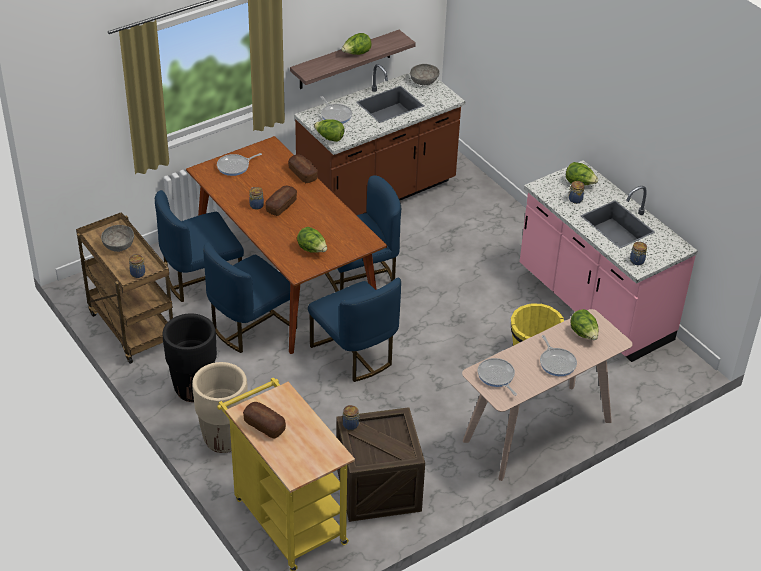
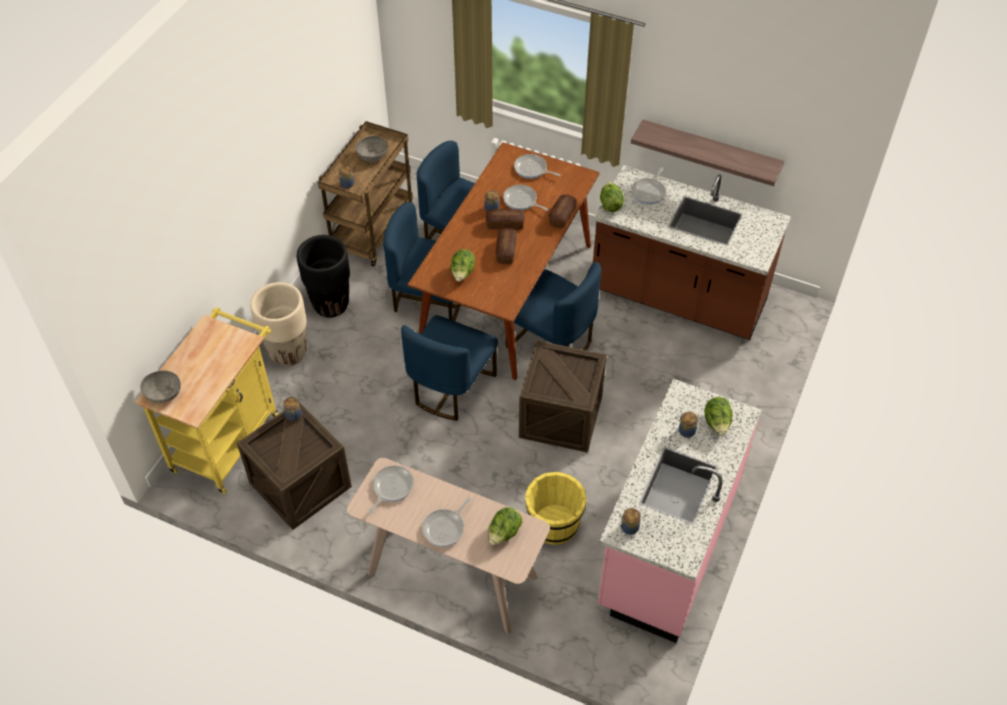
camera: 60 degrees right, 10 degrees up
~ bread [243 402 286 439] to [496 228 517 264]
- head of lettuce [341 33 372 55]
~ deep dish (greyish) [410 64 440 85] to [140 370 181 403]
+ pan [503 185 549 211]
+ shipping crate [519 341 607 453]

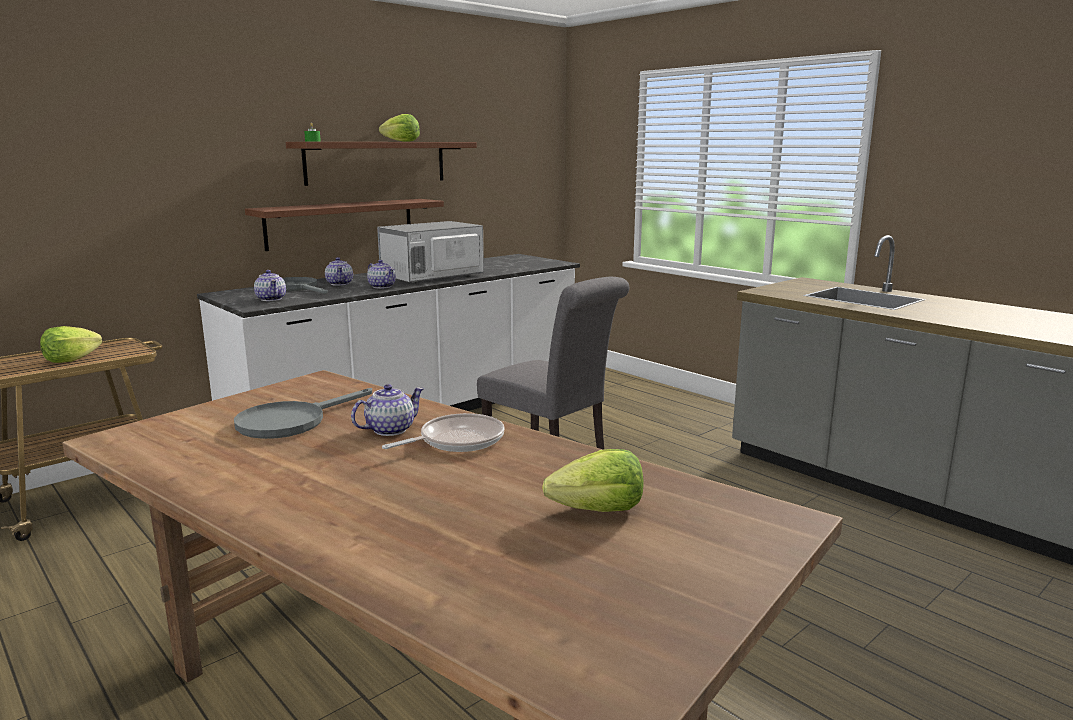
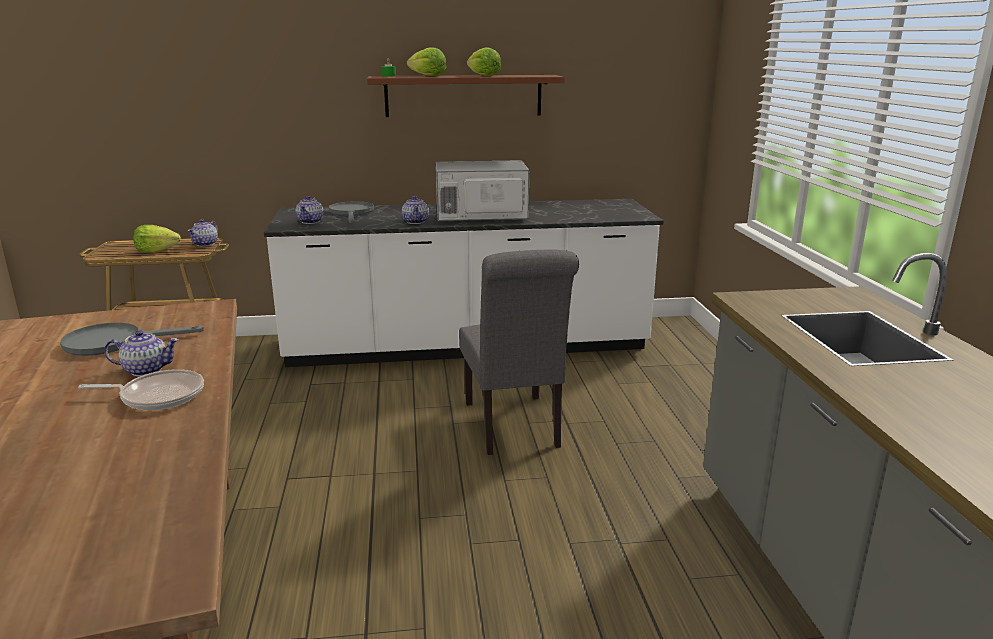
camera: 35 degrees right, 5 degrees up
- bracket shelf (brownish) [245 199 444 251]
~ pot for tea [325 257 353 286] to [187 219 218 246]
~ head of lettuce [542 449 643 512] to [407 48 446 76]

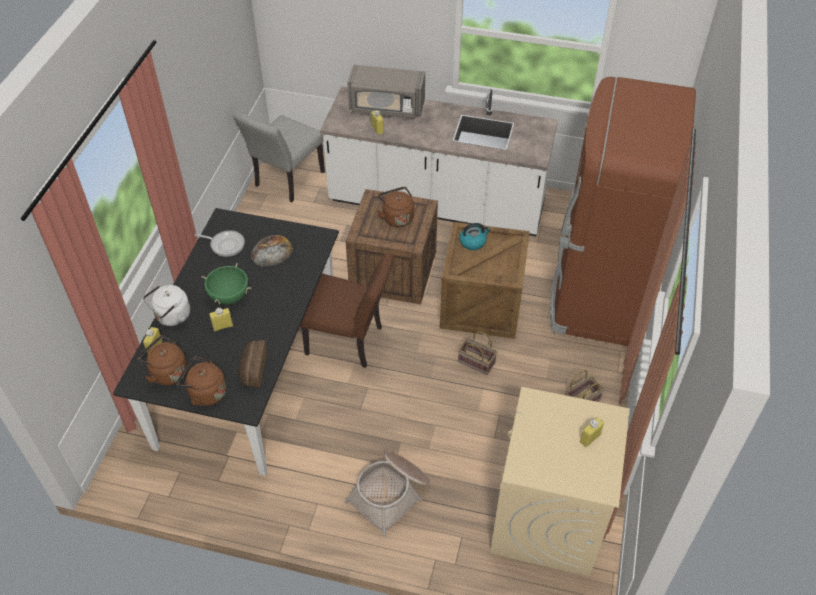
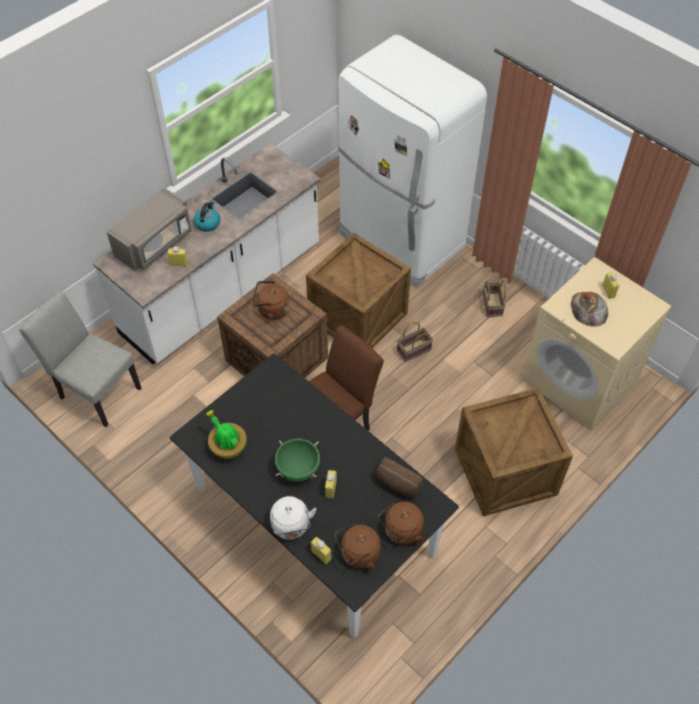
camera: 60 degrees left, 5 degrees up
~ pan [195 230 245 257] to plant in a pot [206 410 247 459]
~ chair (greyish) [233 112 325 202] = [19 290 141 427] 150 degrees clockwise
~ bread [251 235 293 266] to [571 292 608 327]
~ household basket [345 452 430 537] to shipping crate [455 387 573 517]
~ water kettle [459 223 491 250] to [194 201 220 232]
~ refrigerator (brownish) [550 77 696 346] to refrigerator (white-coloured) [337 35 487 287]

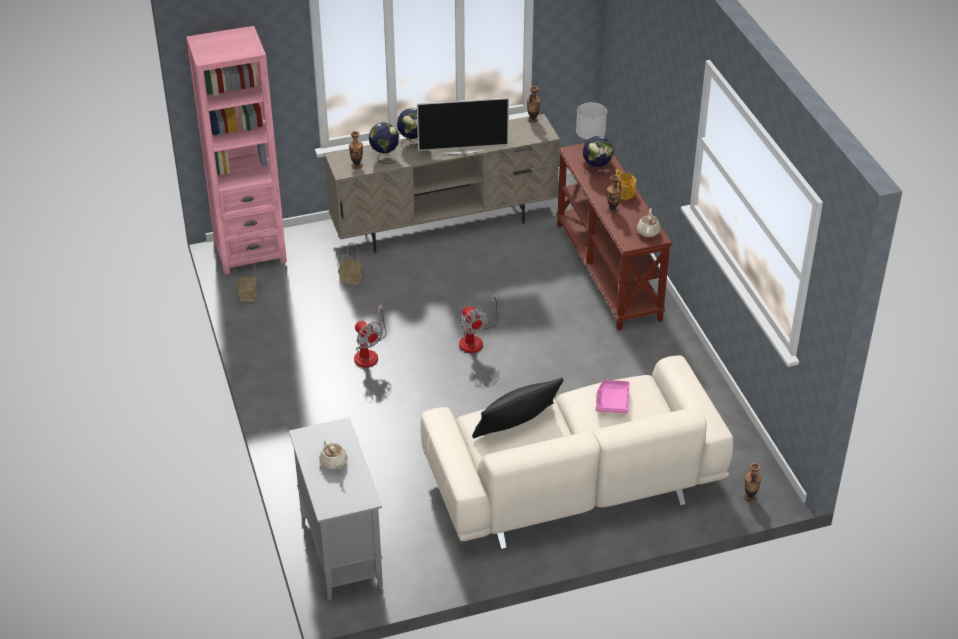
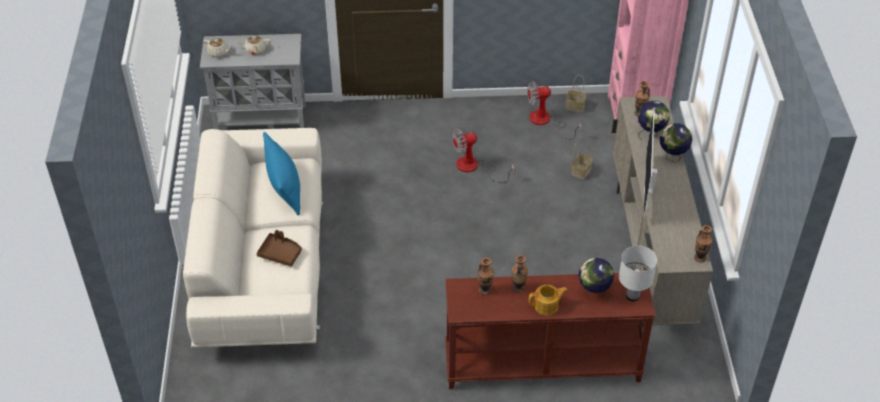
camera: 105 degrees right, 5 degrees up
~ cooling fan [459 293 498 353] to [527 81 581 140]
~ throw pillow (blackish) [472 378 563 438] to throw pillow (blue-coloured) [263 132 300 215]
~ serving tray (pink-coloured) [596 380 630 414] to serving tray (brownish) [256 230 302 266]
~ pot for tea (beige-coloured) [637 208 661 237] to [203 38 232 58]
~ vase [744 463 761 502] to [478 258 494 295]

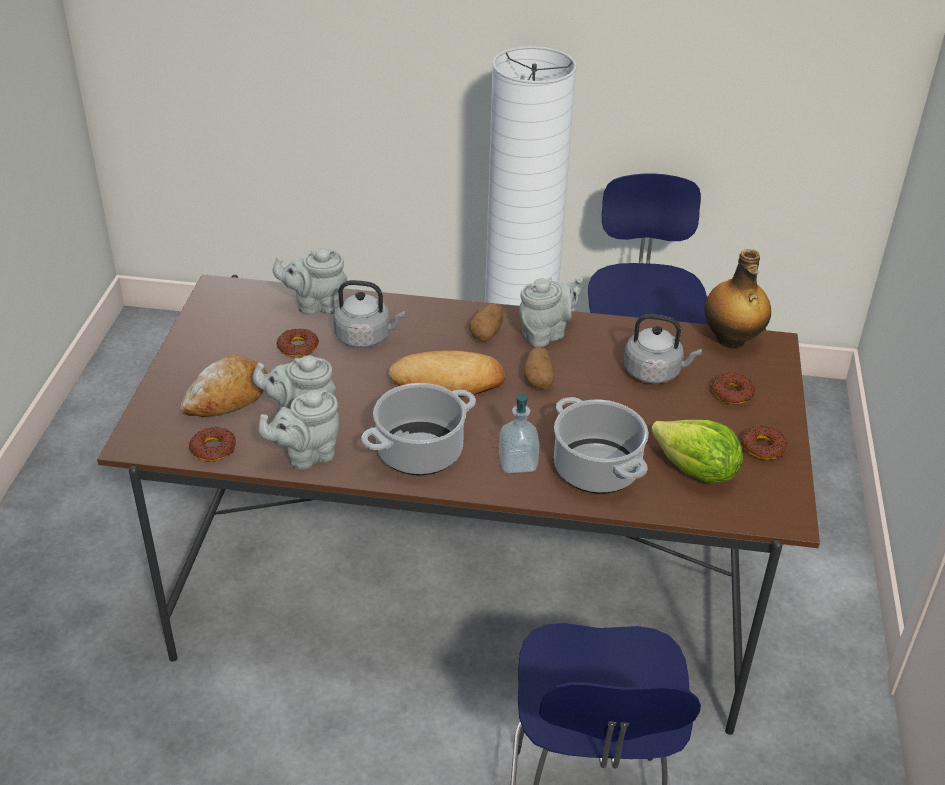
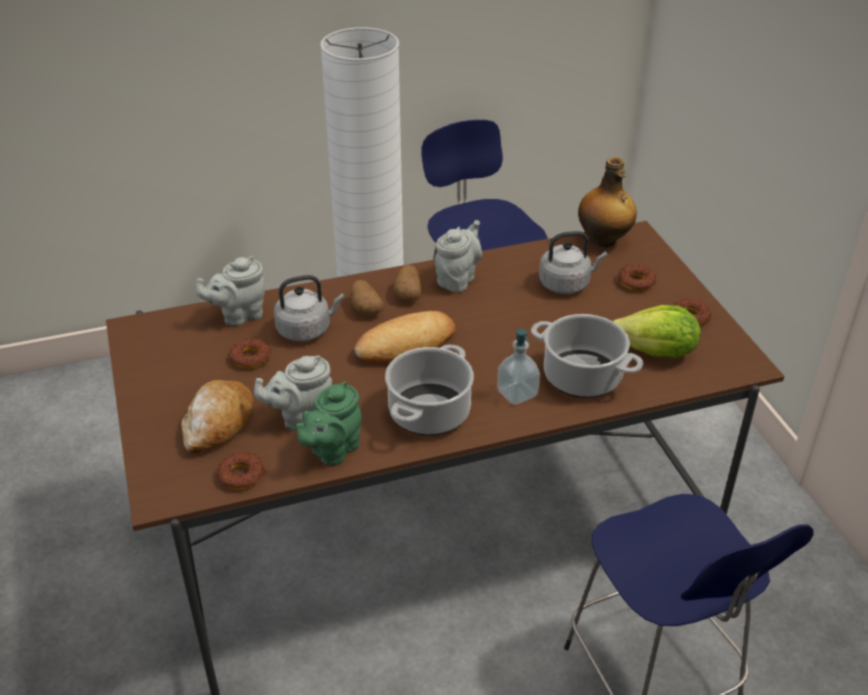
camera: 25 degrees left, 0 degrees up
~ pot for tea (greyish) [259 390 339 469] to pot for tea (green-coloured) [296 381 362 466]
~ potato [524 347 554 389] to [351 280 384 315]

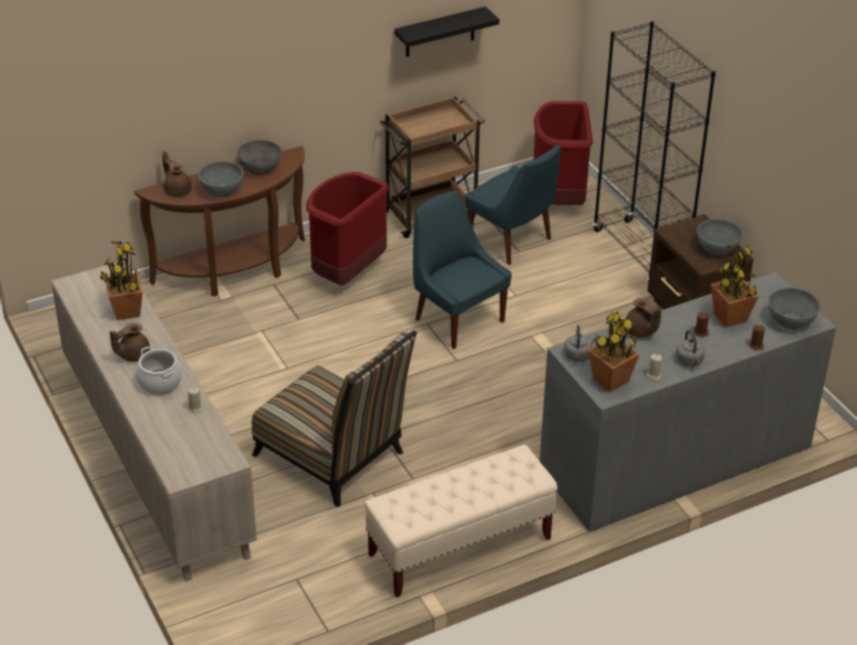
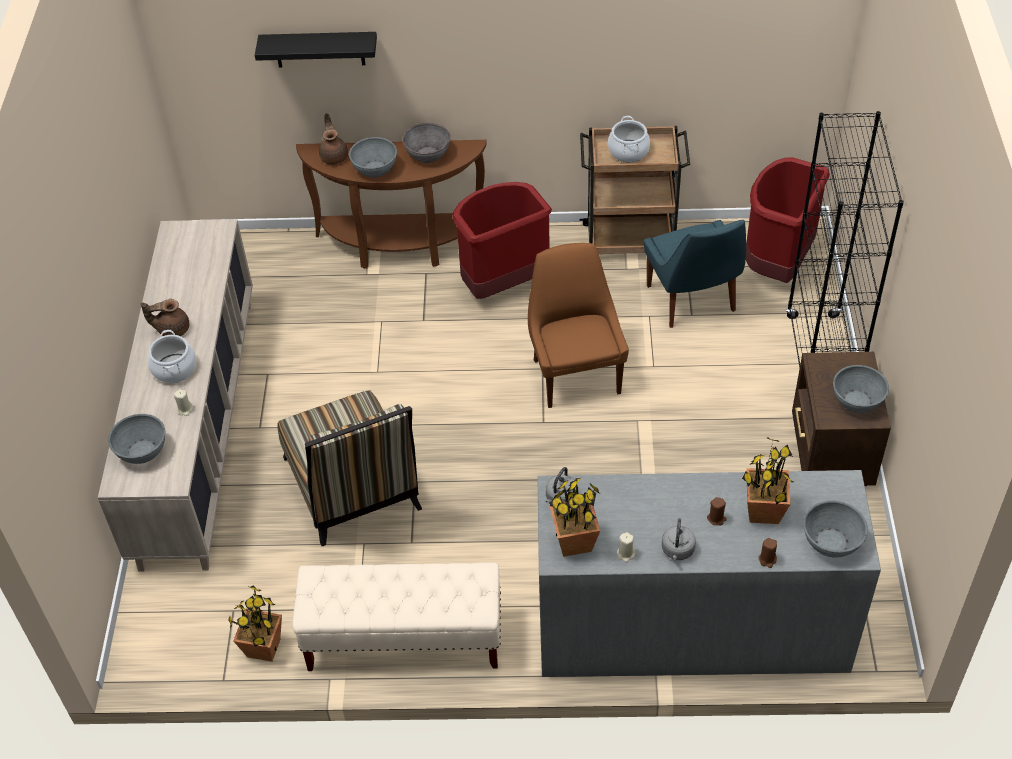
camera: 30 degrees right, 10 degrees up
~ plant in a pot [100 241 143 320] to [228 586 282 662]
~ bracket shelf (blackish) [394 7 499 57] to [255 32 377 67]
~ chair (blue-coloured) [413 191 512 349] to chair (brownish) [528 243 629 408]
- pot for tea (brownish) [625 298 662 337]
+ deep dish (greyish) [108 414 165 464]
+ saucepot [608 116 650 162]

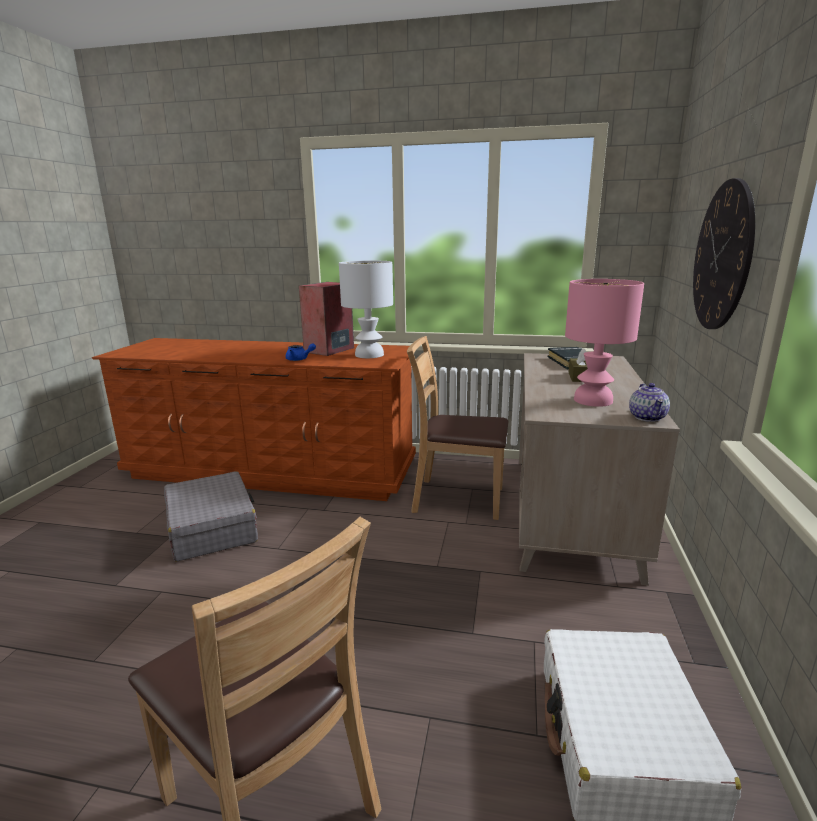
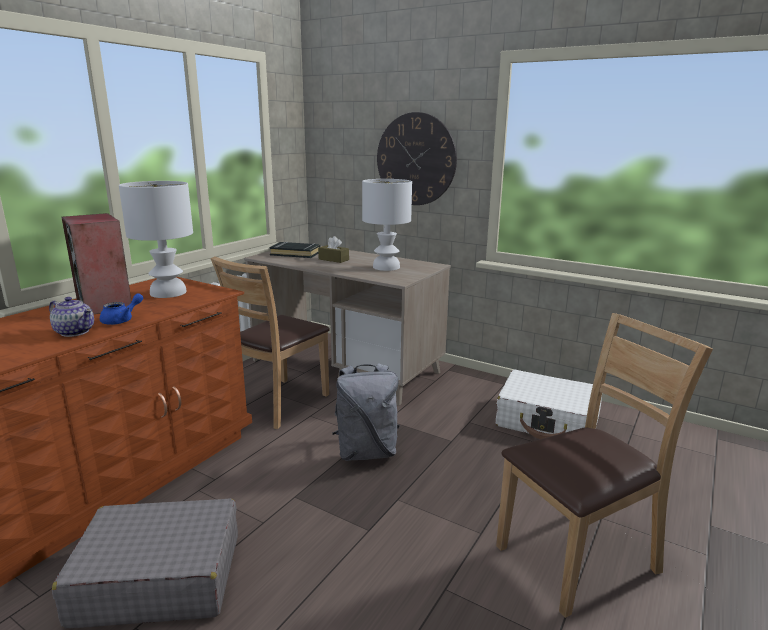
camera: 70 degrees left, 0 degrees up
~ lamp for a table (pink-coloured) [565 279 644 407] to lamp for a table (white-coloured) [362 179 412 271]
~ pot for tea [629 383 670 422] to [49 297 94 337]
+ rucksack (greyish) [333 363 400 461]

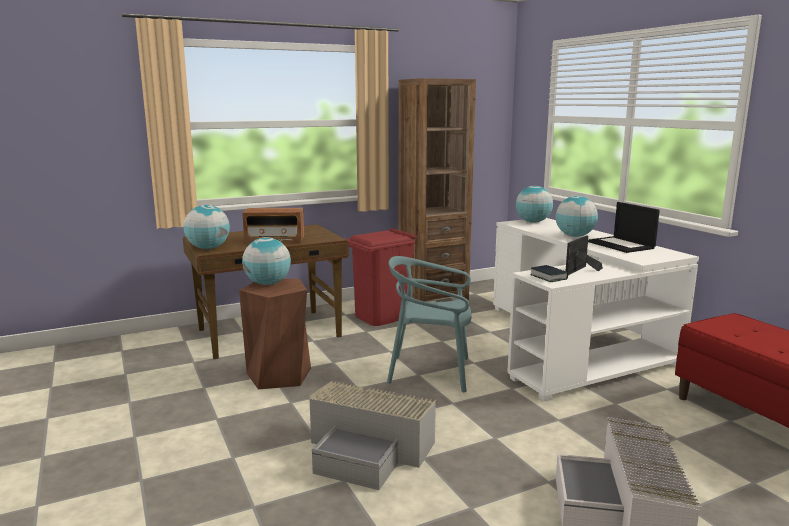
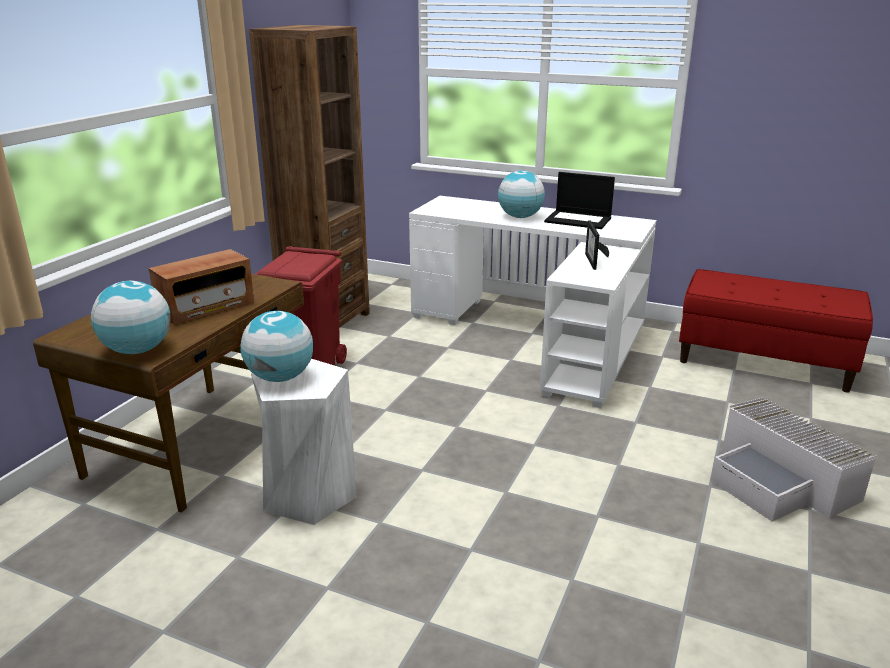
camera: 40 degrees left, 10 degrees up
~ stool seat (brownish) [239 279 311 389] to stool seat (white-coloured) [251 359 357 525]
- storage bin (greyish) [309 381 436 490]
- chair (turquoise-coloured) [387 256 471 392]
- desk globe [516 186 553 223]
- book [530 265 568 282]

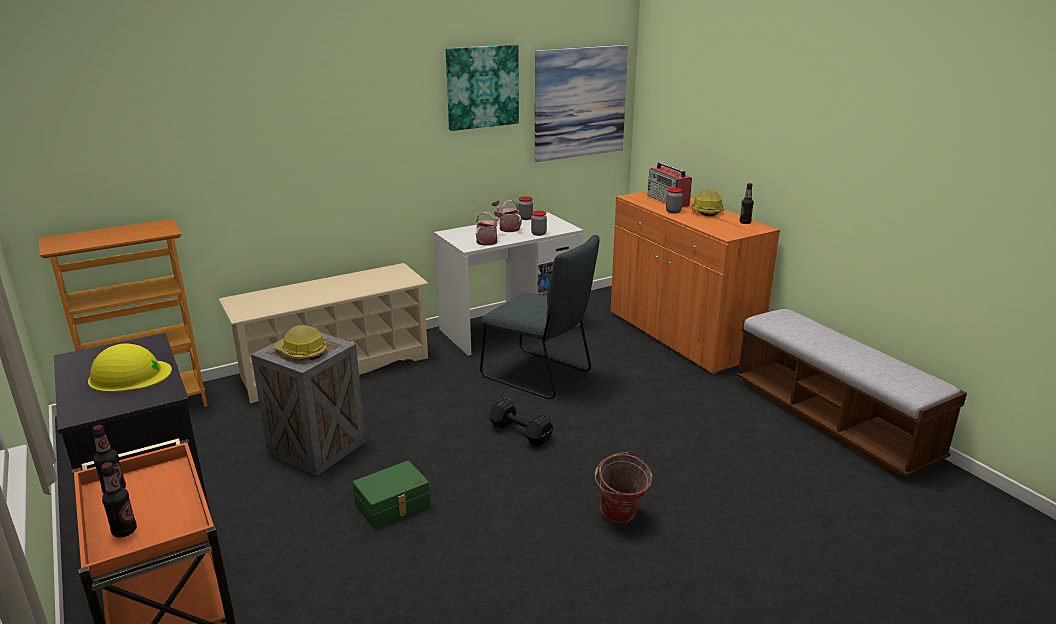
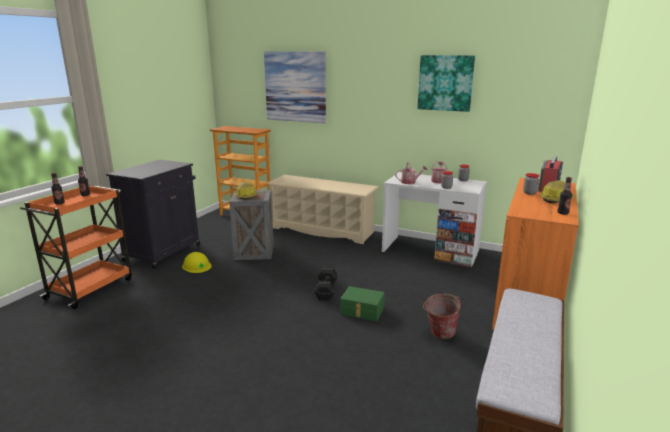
camera: 55 degrees right, 5 degrees down
~ hard hat (yellowish) [88 343 172 392] to [182 252 212 273]
~ storage bin (green-coloured) [353 461 430 529] to [340 286 385 321]
- chair (greyish) [480 235 599 399]
~ wall art [535 45 628 162] to [264 51 326 124]
~ pail [595 451 653 523] to [423 293 461 339]

